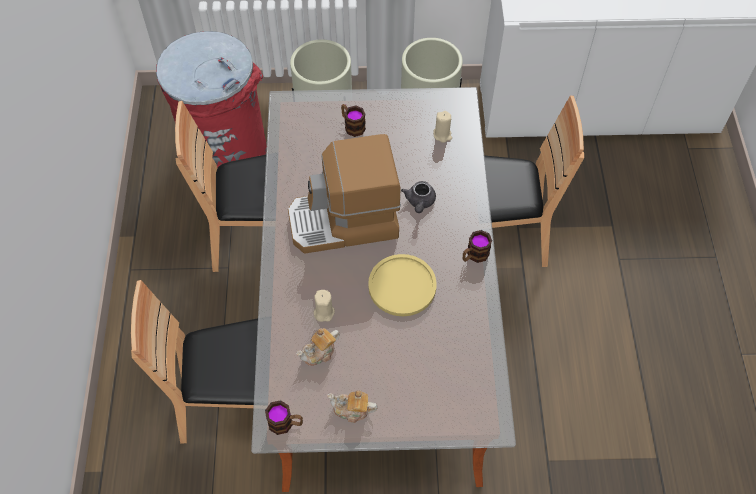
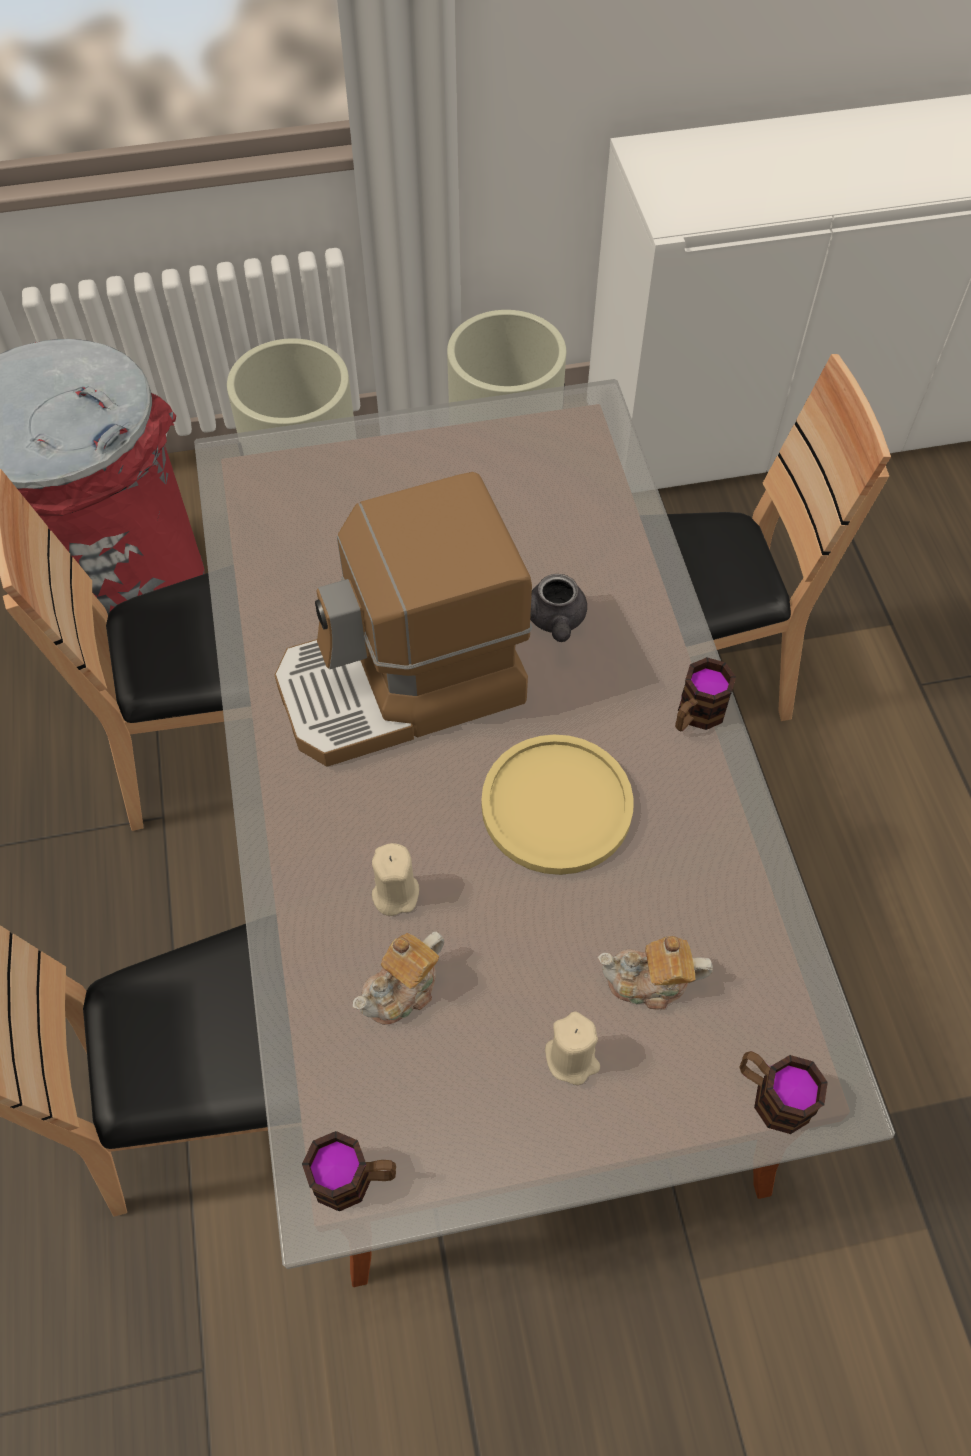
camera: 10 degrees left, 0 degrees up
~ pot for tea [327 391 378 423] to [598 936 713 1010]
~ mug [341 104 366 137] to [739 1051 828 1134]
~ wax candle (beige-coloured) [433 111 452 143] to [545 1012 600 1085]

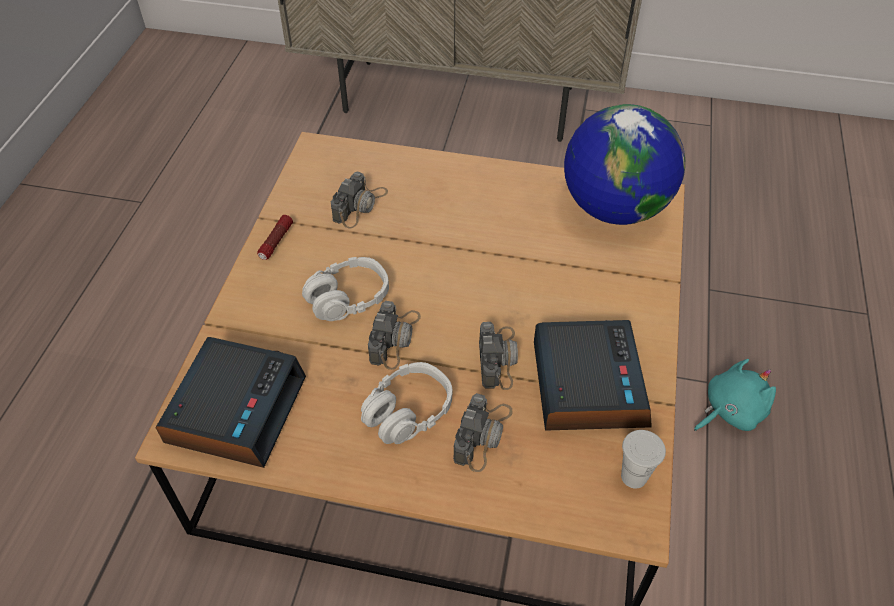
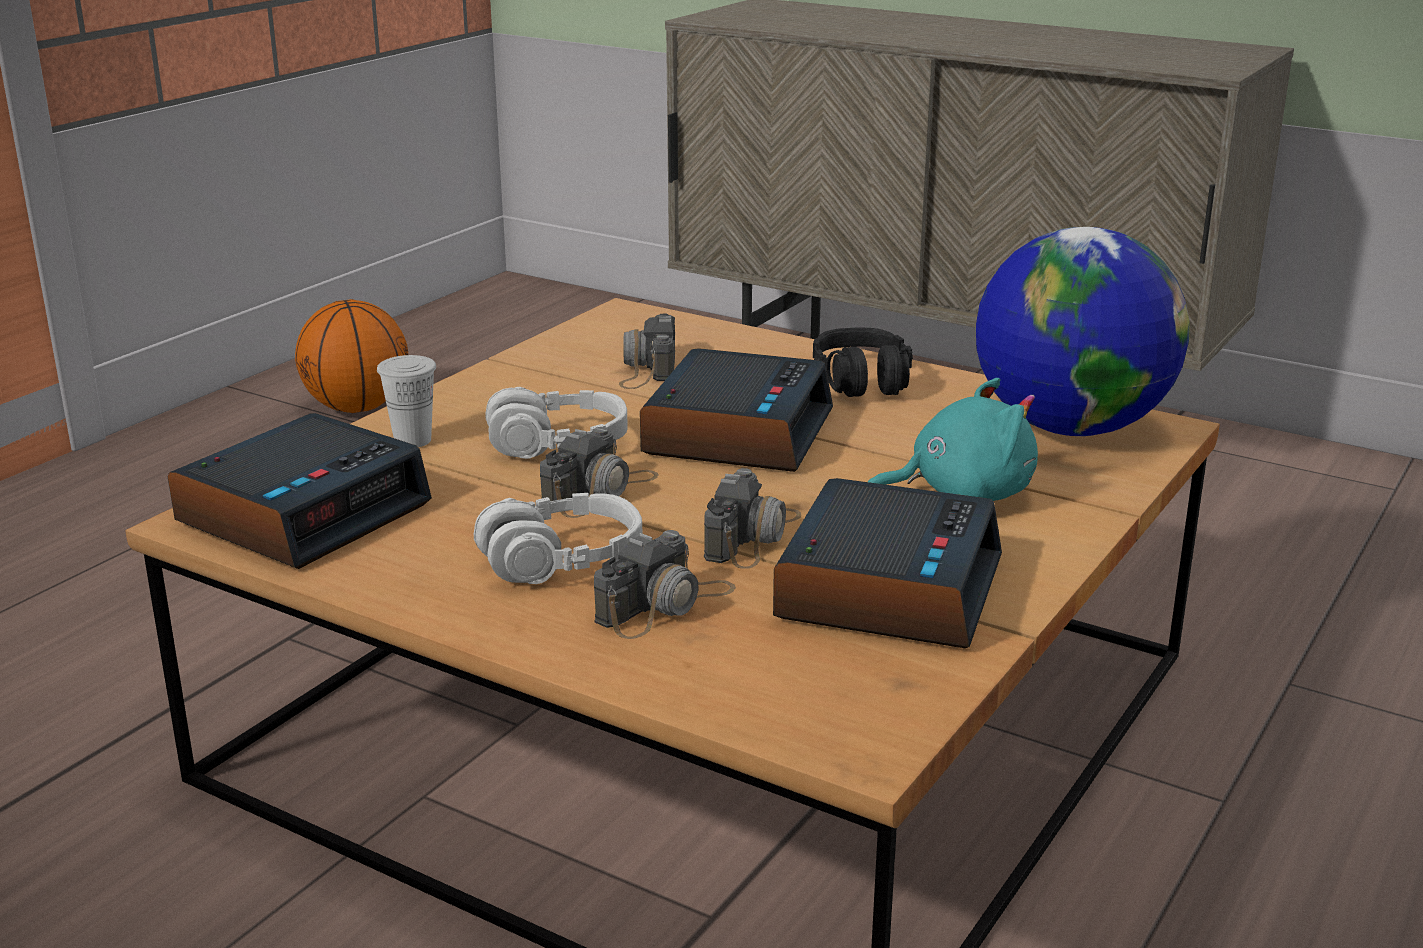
camera: 20 degrees right, 25 degrees down
- flashlight [257 215 293 260]
~ still camera [331 172 388 229] = [619 314 675 389] 135 degrees clockwise
~ drinking cup (white-coloured) [621 430 666 489] to [377 355 436 447]
~ plush toy (turquoise-coloured) [694 359 776 431] to [868 378 1038 501]
+ ball for basketball [295 299 408 413]
+ bedside clock [640 348 833 472]
+ headphones (blackish) [813 327 913 397]

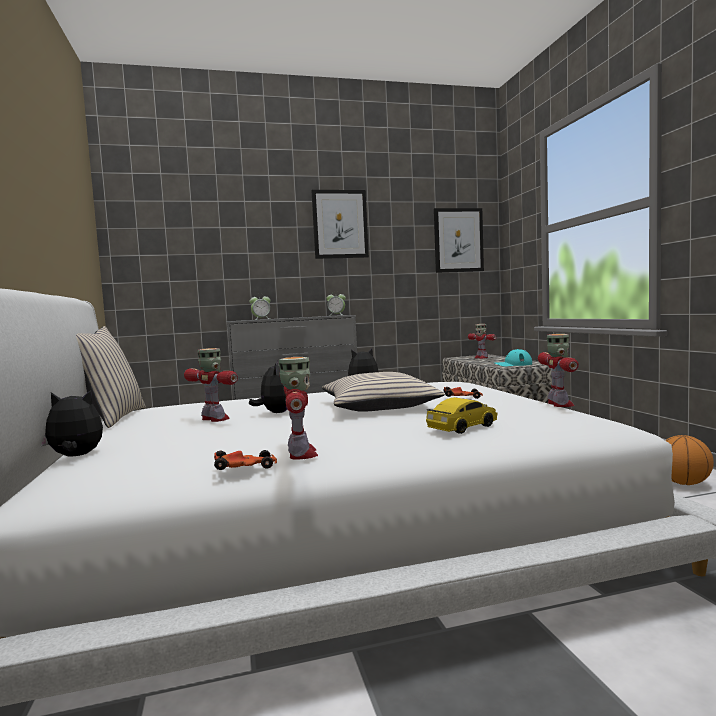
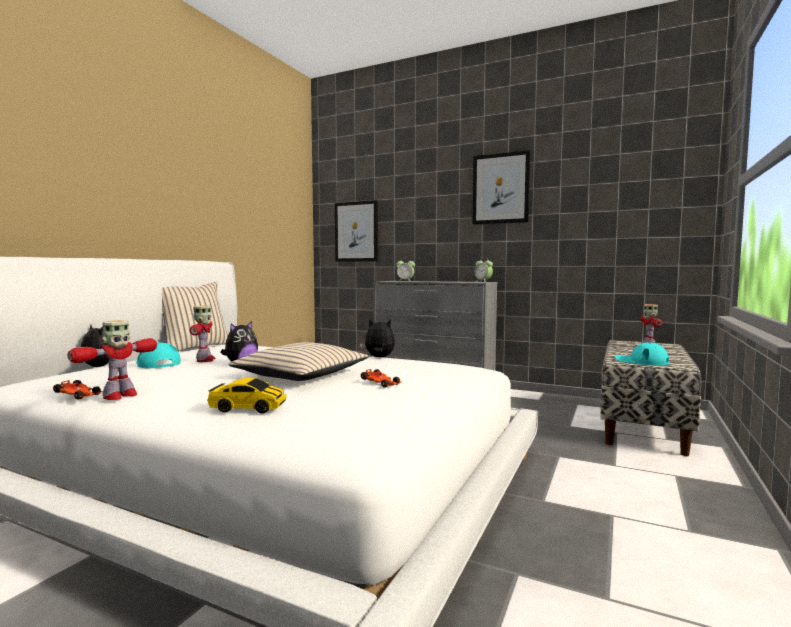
camera: 40 degrees right, 0 degrees up
~ wall art [434 208 484 273] to [335 200 378 262]
- robot figure [538 334 579 407]
- ball for basketball [665 435 714 485]
+ baseball cap (turquoise-coloured) [136 342 181 368]

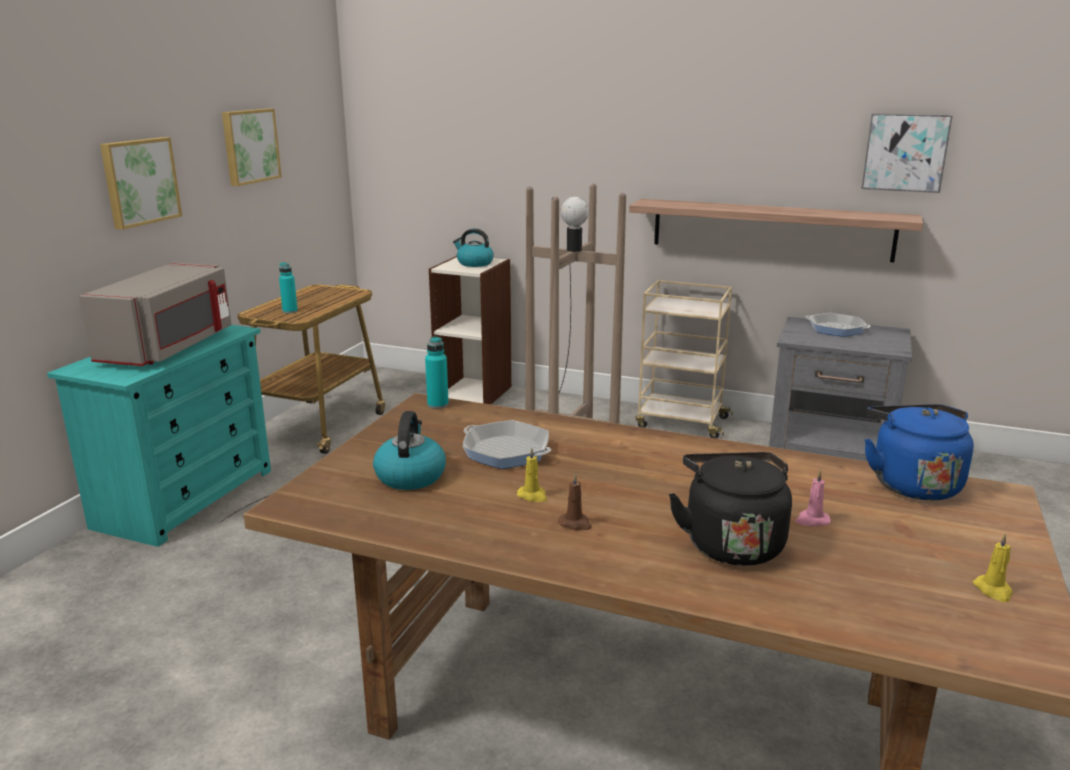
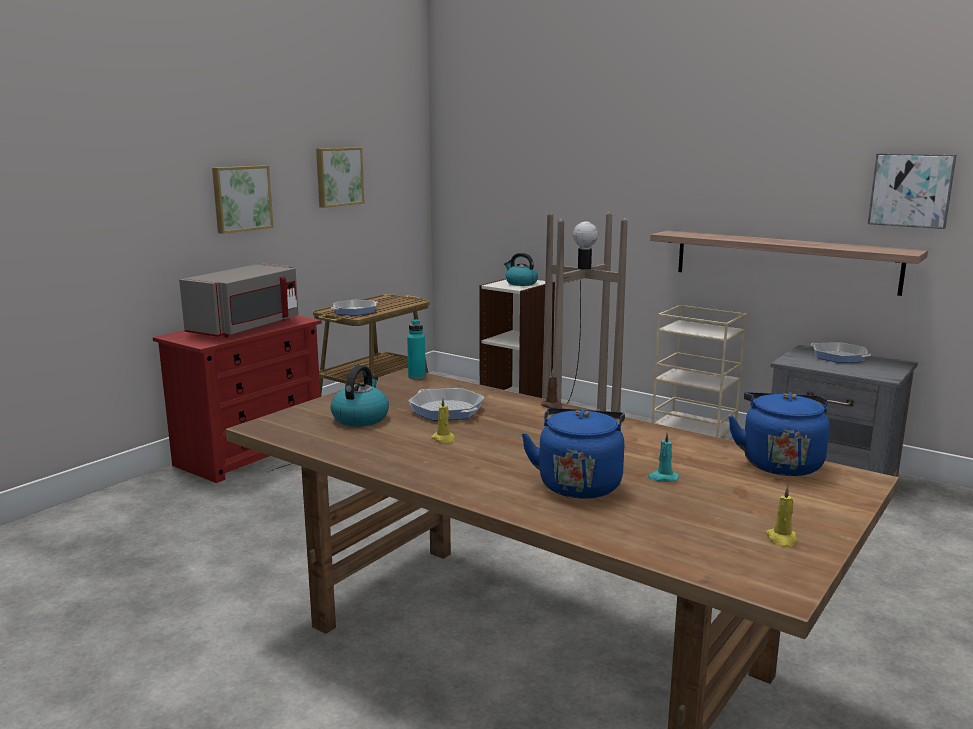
camera: 15 degrees right, 5 degrees down
~ drawer chest (turquoise-coloured) [47 325 271 547] to drawer chest (red) [153 315 322 483]
~ beverage bottle (turquoise-coloured) [279 262 298 313] to pan [331 300 378 316]
~ wax candle (brownish) [558 473 592 530] to [541 369 562 408]
~ water kettle (blackish) [669 452 792 566] to water kettle (blue-coloured) [521 408 625 499]
~ wax candle (pink-coloured) [795 470 831 526] to wax candle (turquoise-coloured) [648 432 679 482]

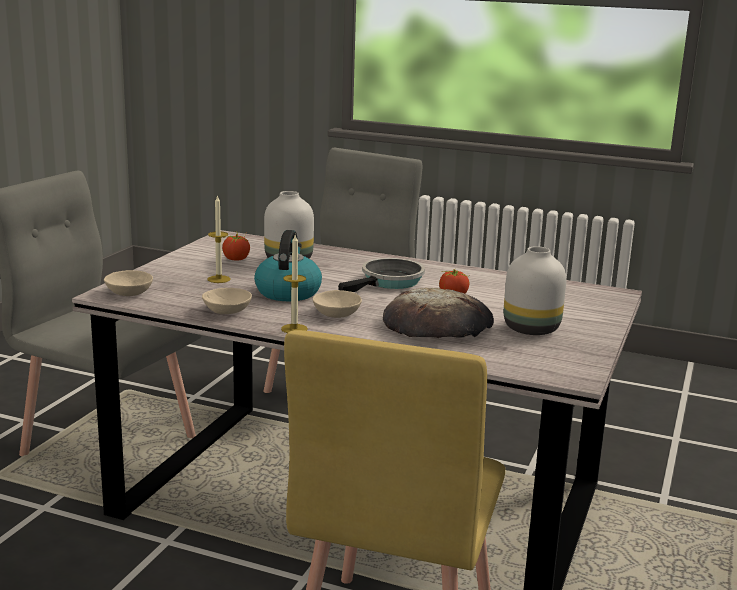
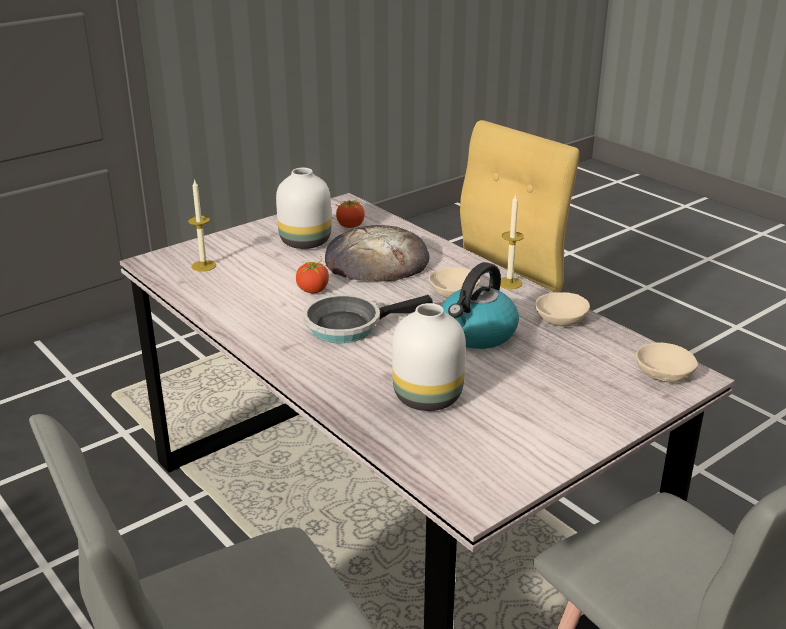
camera: 150 degrees left, 10 degrees up
~ wax candle [208 195 231 283] to [188 179 216 272]
~ whole tomato [222 231 250 261] to [335 200 365 228]

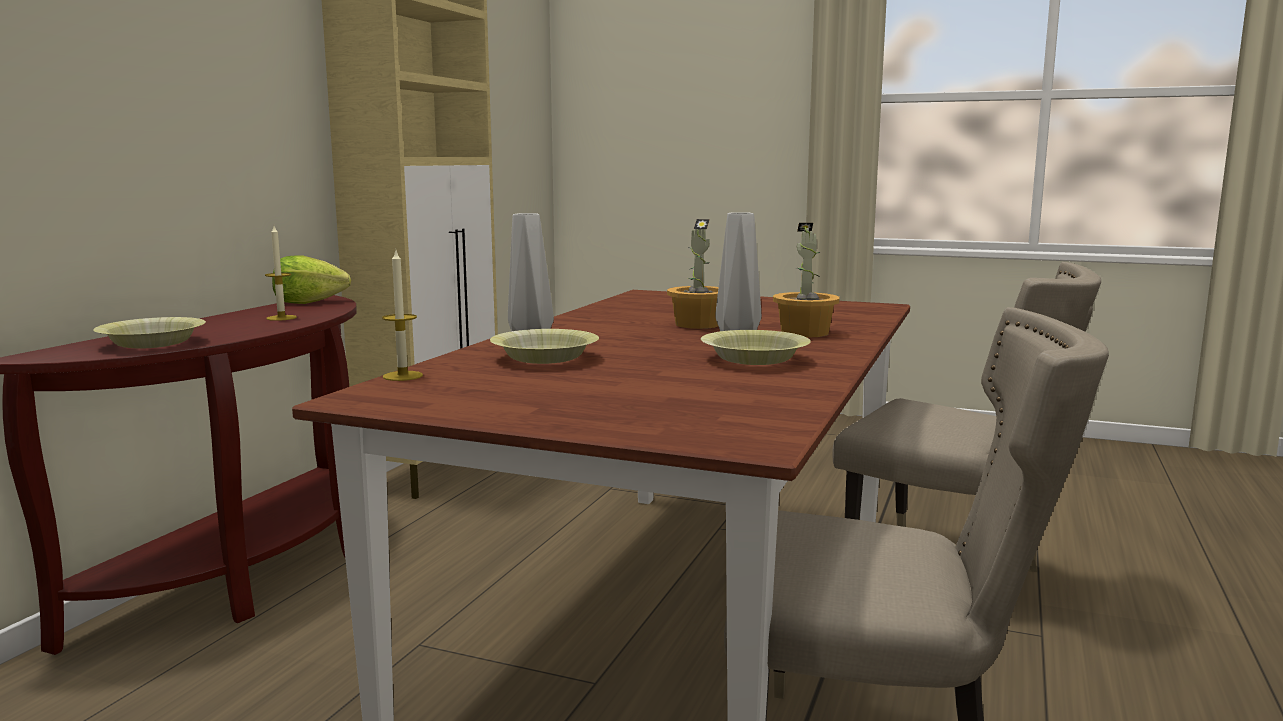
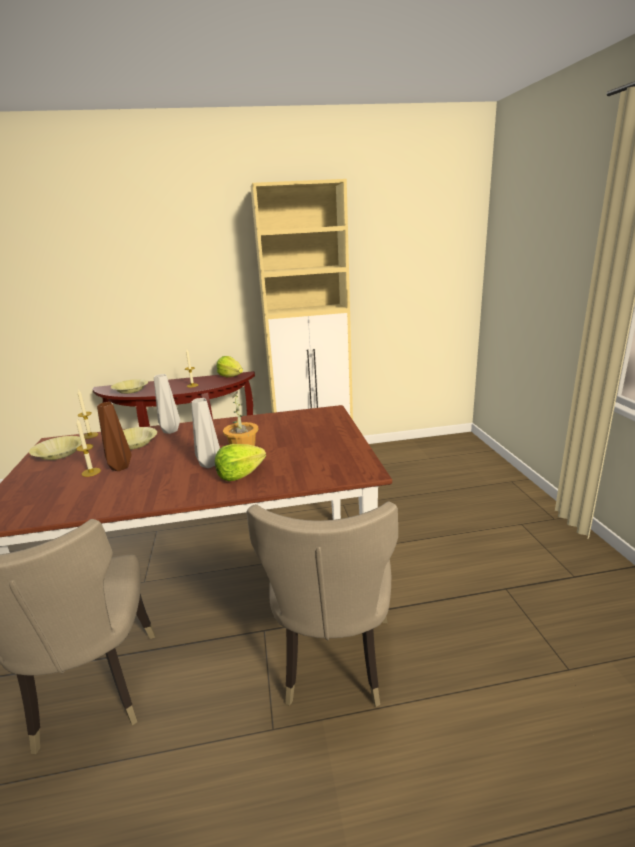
camera: 60 degrees right, 10 degrees up
~ deep dish (yellowish) [701 330 811 365] to [29 436 82 460]
~ plant in a pot [773 223 840 337] to head of lettuce [215 444 266 481]
+ wax candle [76 419 101 477]
+ vase (brownish) [97 402 132 471]

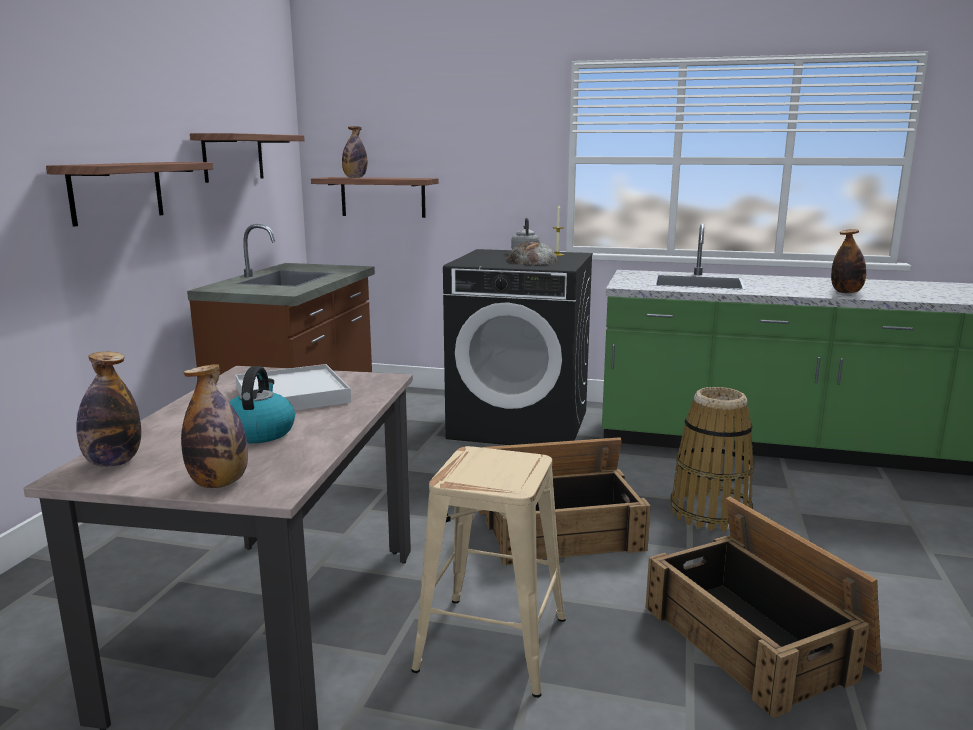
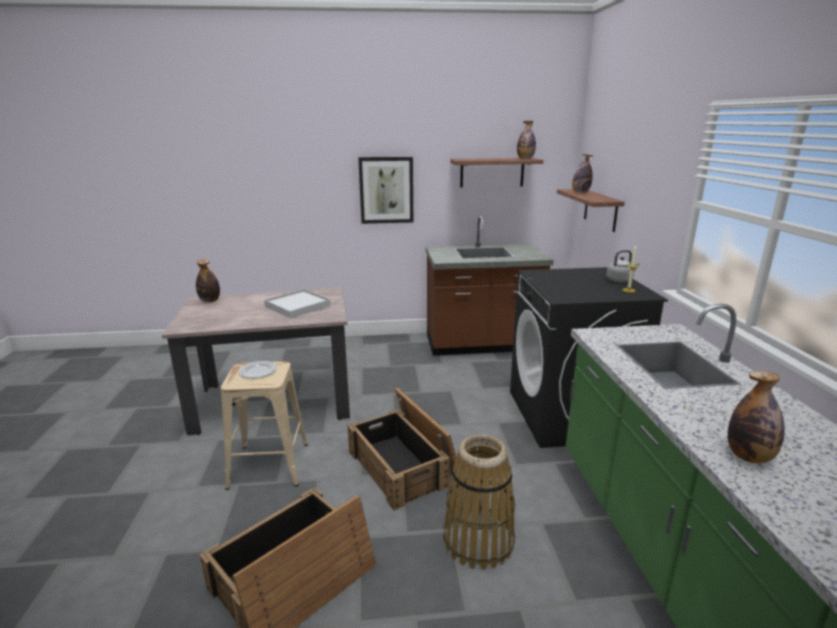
camera: 70 degrees right, 5 degrees up
~ bracket shelf [46 162 213 227] to wall art [358 157 413 224]
~ beverage bottle [181 364 248 488] to [517 121 536 159]
- water kettle [229 366 295 443]
- bread [508 242 558 265]
+ plate [239 361 277 379]

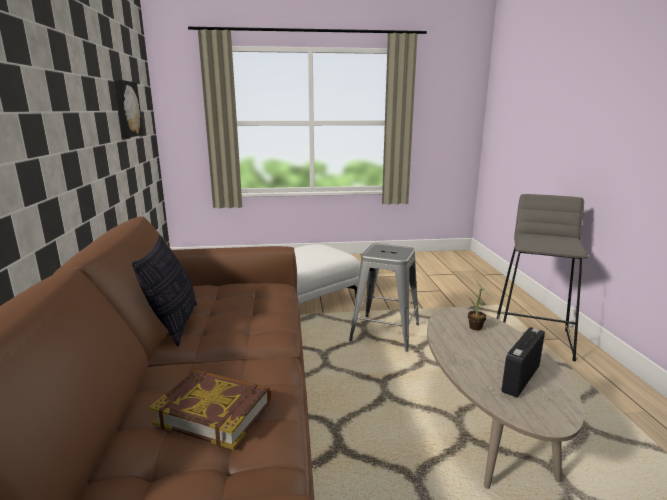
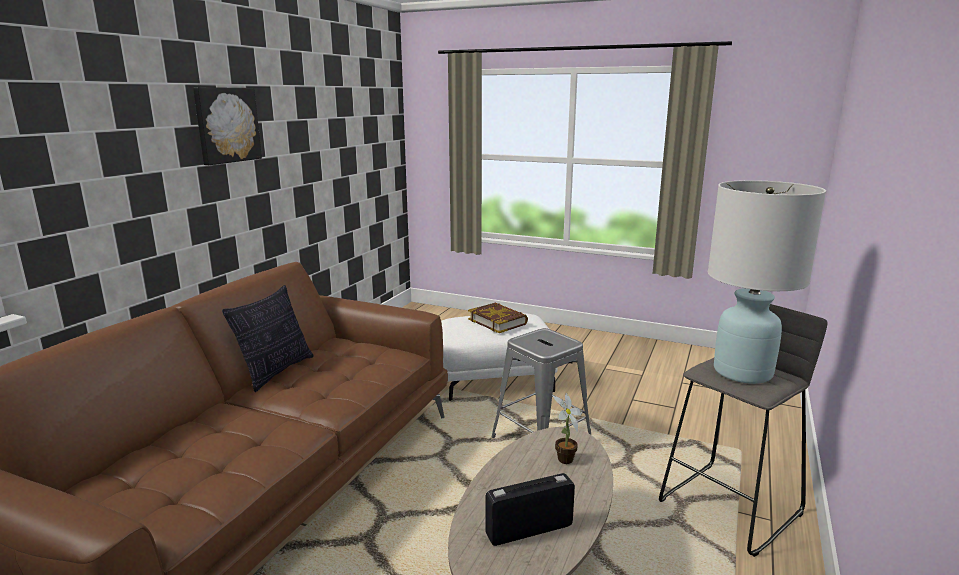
camera: 30 degrees right, 0 degrees up
~ wall art [114 79 144 138] to [193 87 262 165]
~ book [149 370 271 450] to [468 303 528 333]
+ lamp for a table (white-coloured) [708 180 826 384]

